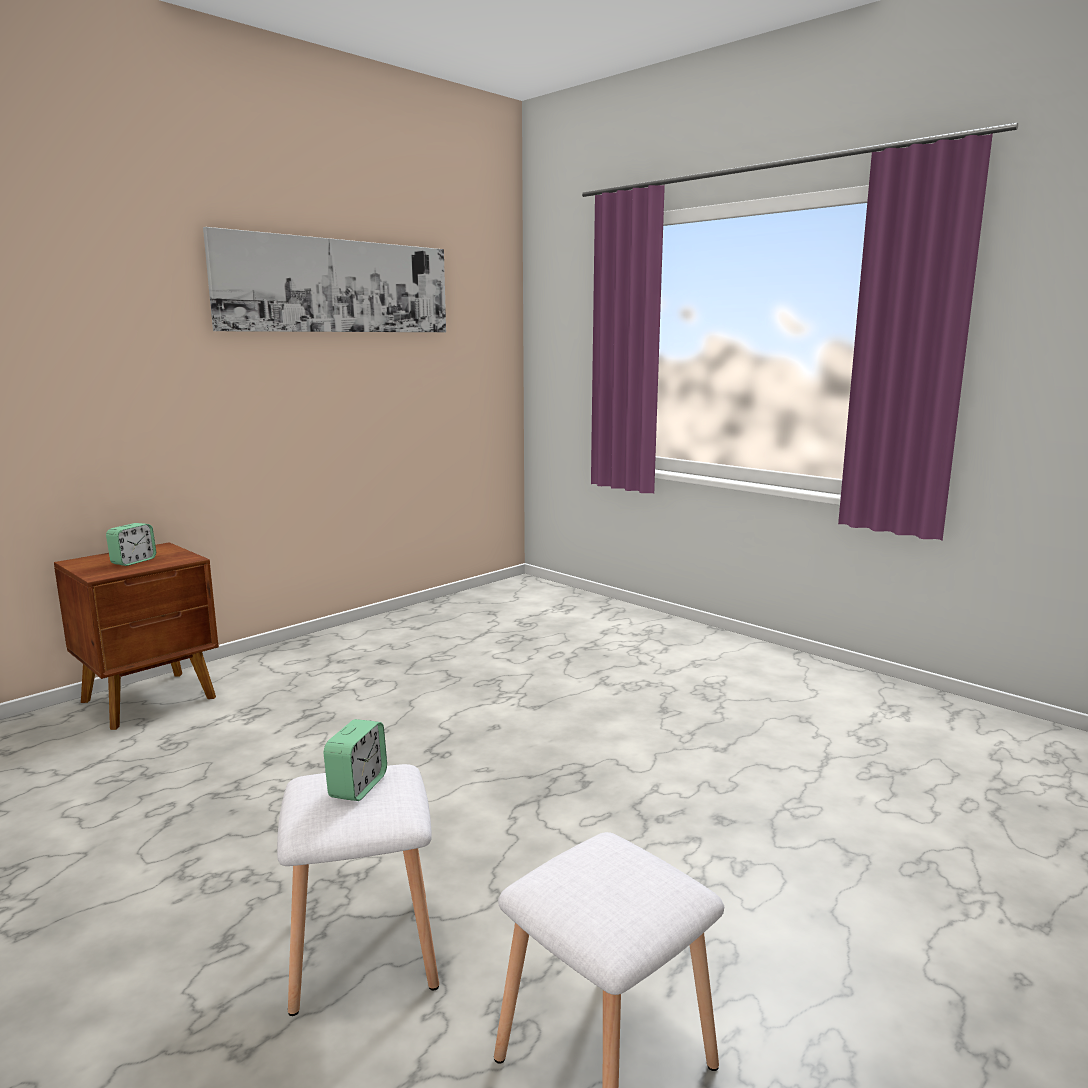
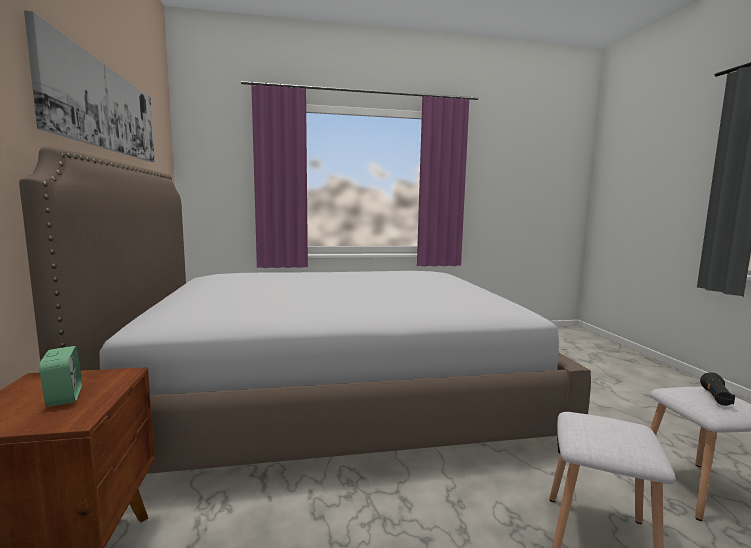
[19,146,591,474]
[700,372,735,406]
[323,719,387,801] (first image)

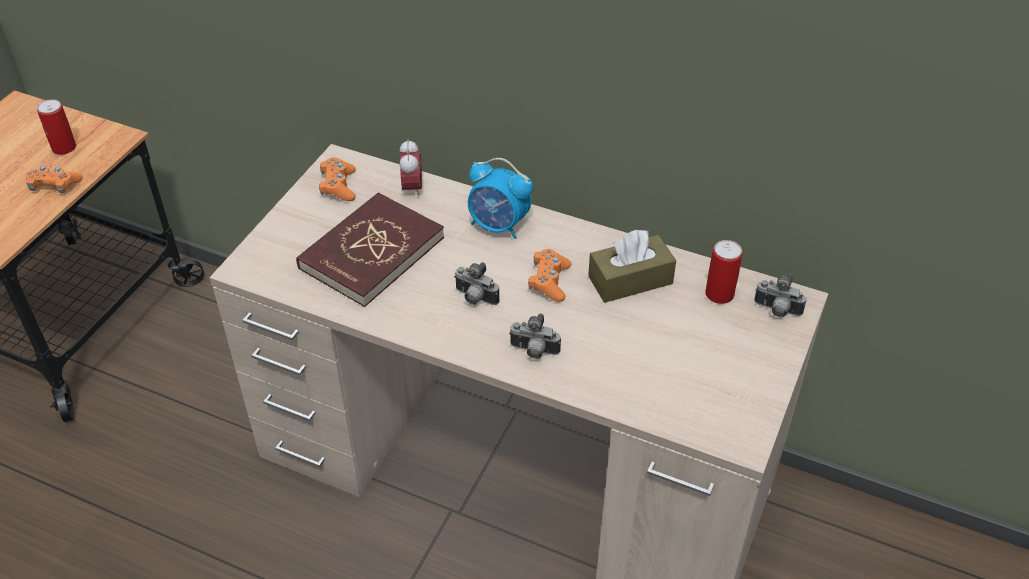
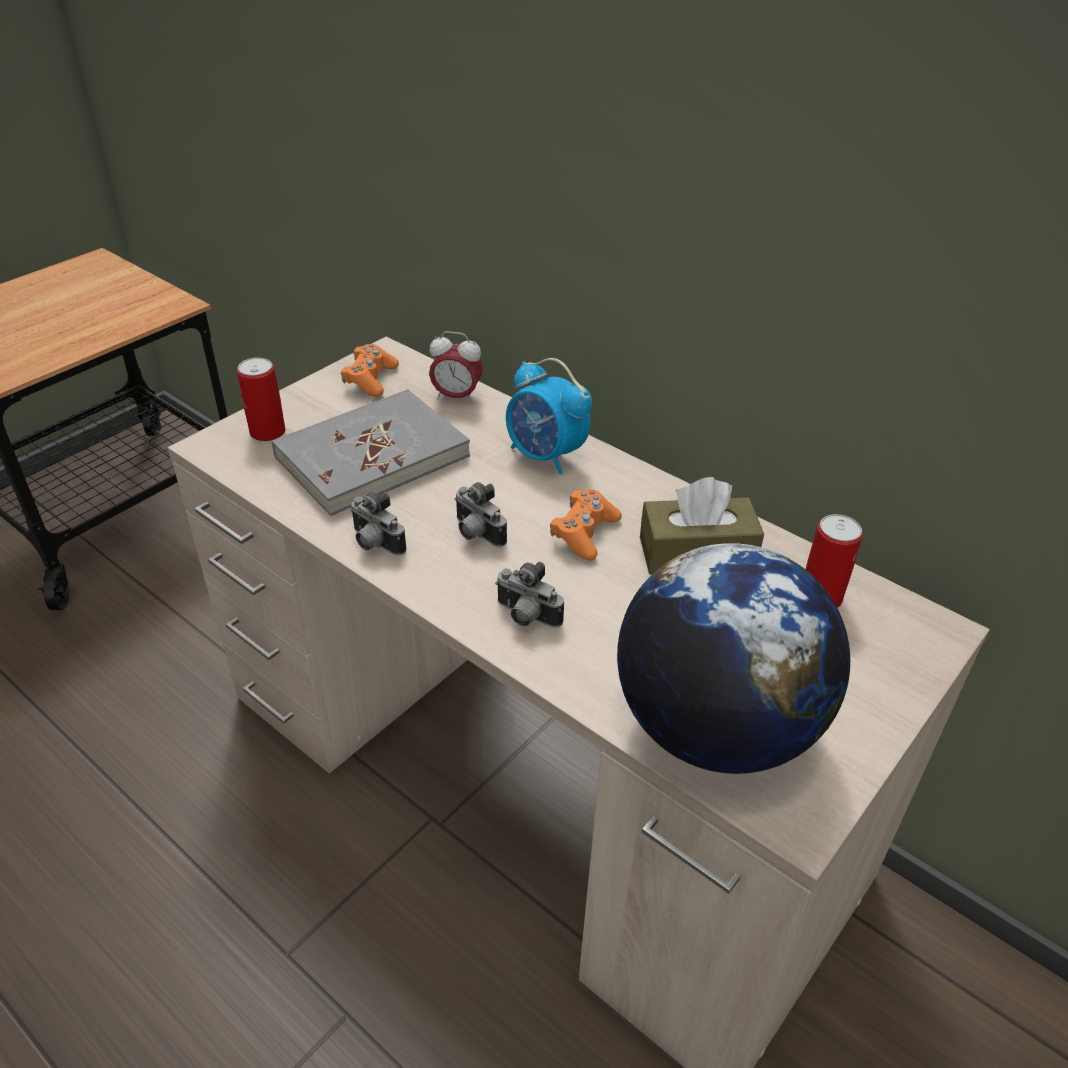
[237,357,285,441]
[272,389,470,516]
[350,491,406,555]
[429,331,483,404]
[617,543,850,774]
[26,166,83,193] (first image)

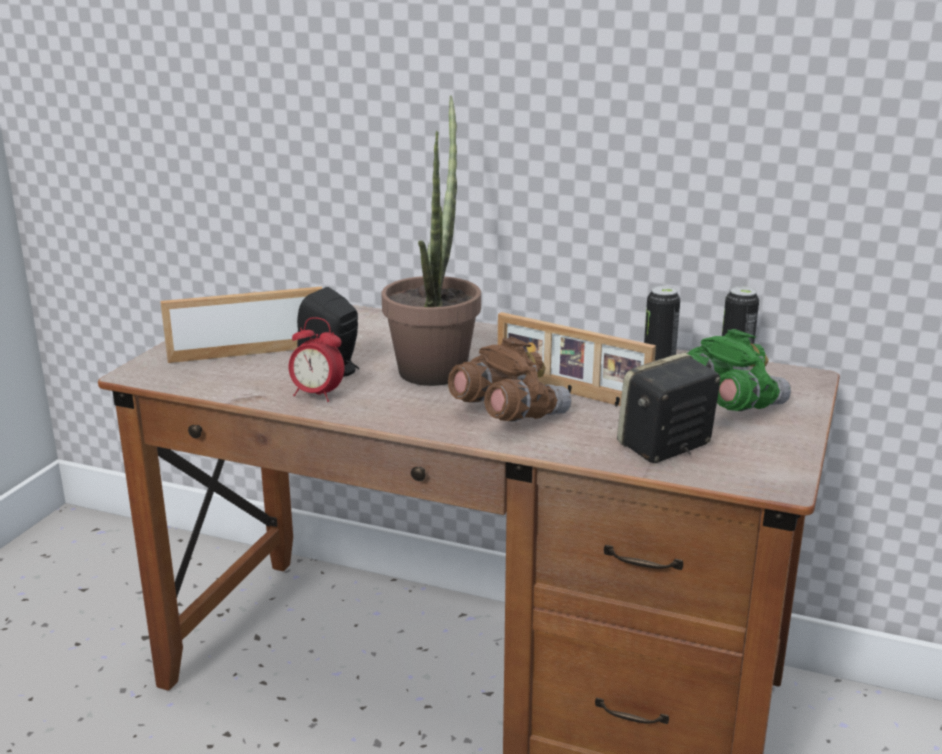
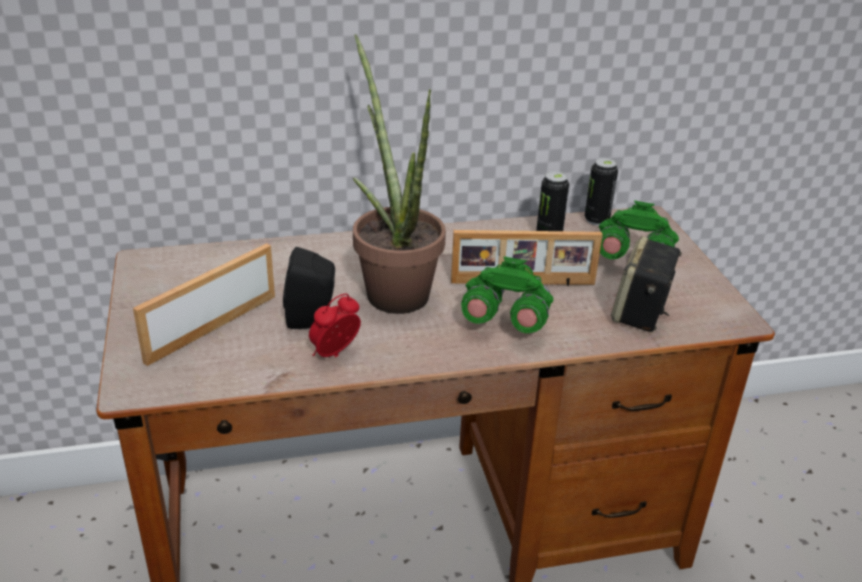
[309,294,361,357]
[461,256,553,333]

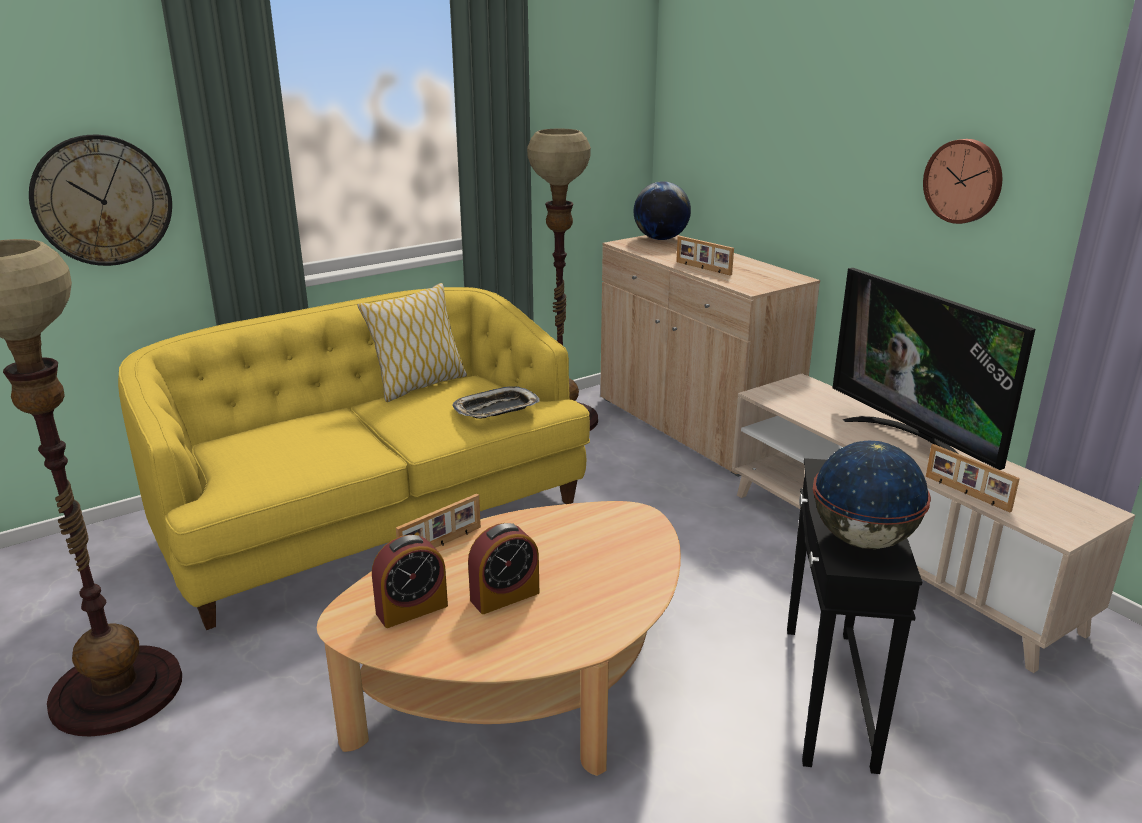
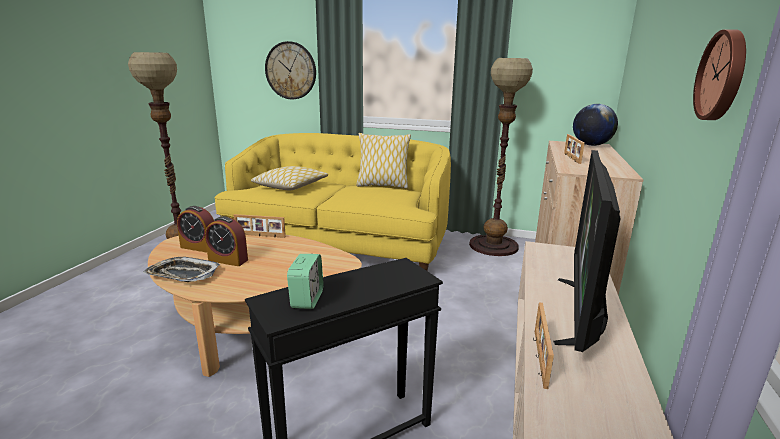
[143,257,220,282]
[251,166,328,190]
[287,254,324,309]

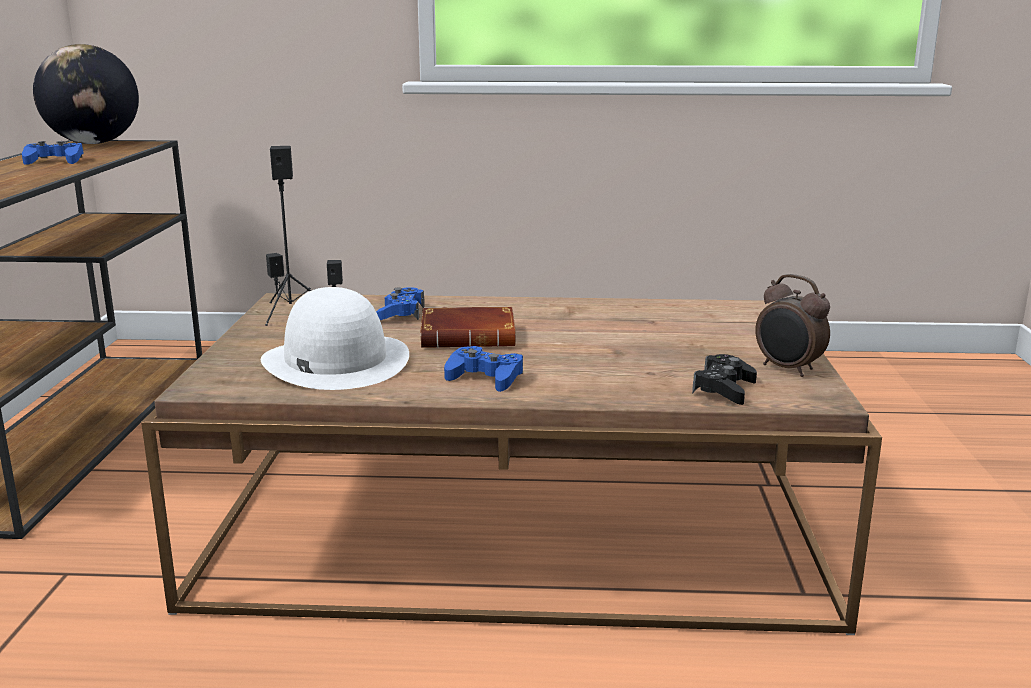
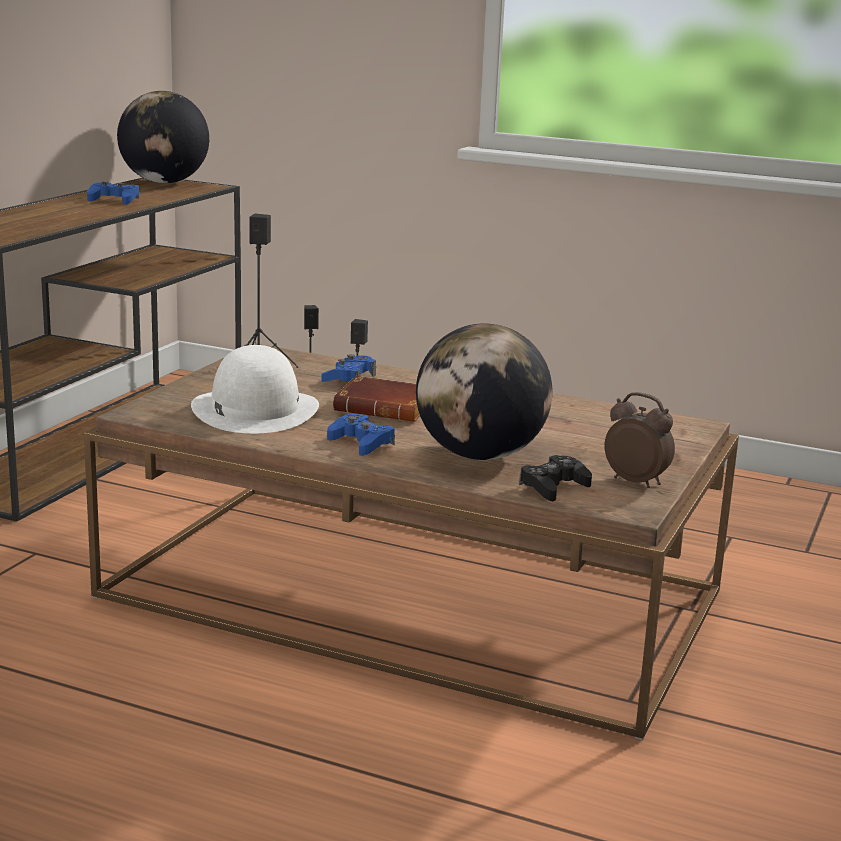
[416,323,553,460]
[604,392,675,488]

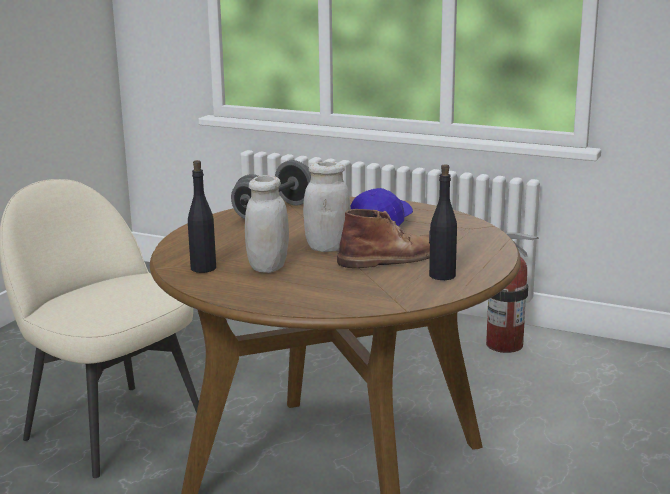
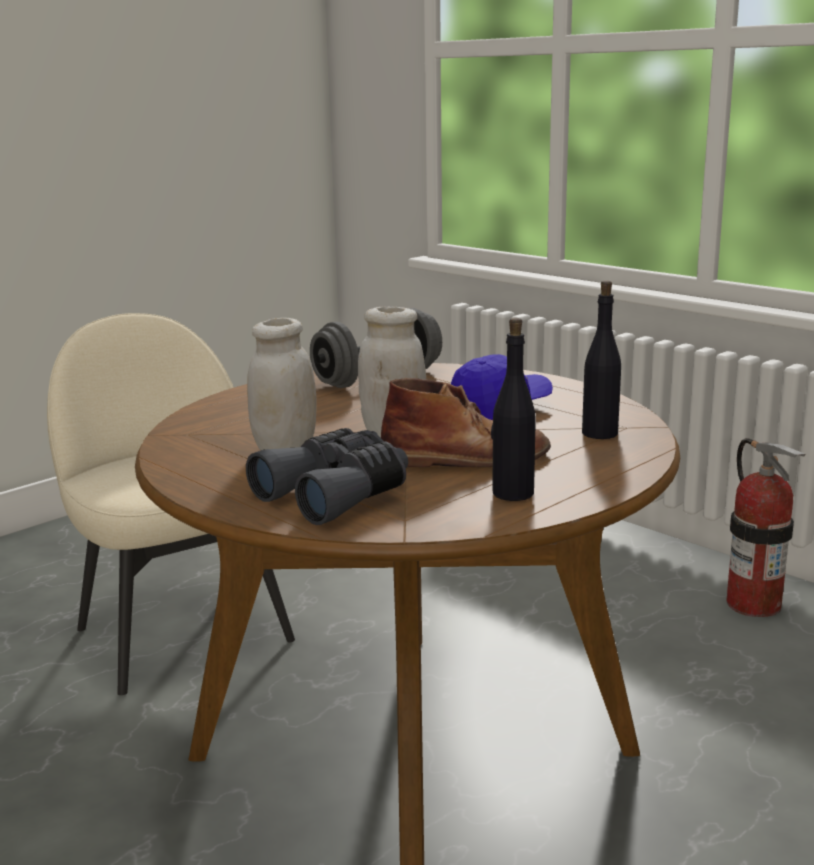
[246,428,408,525]
[582,280,621,439]

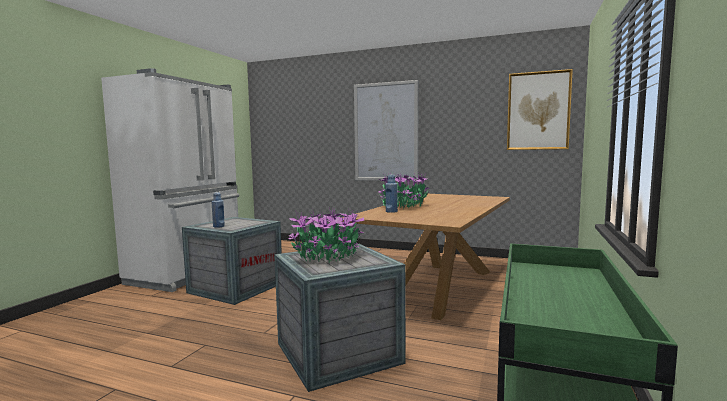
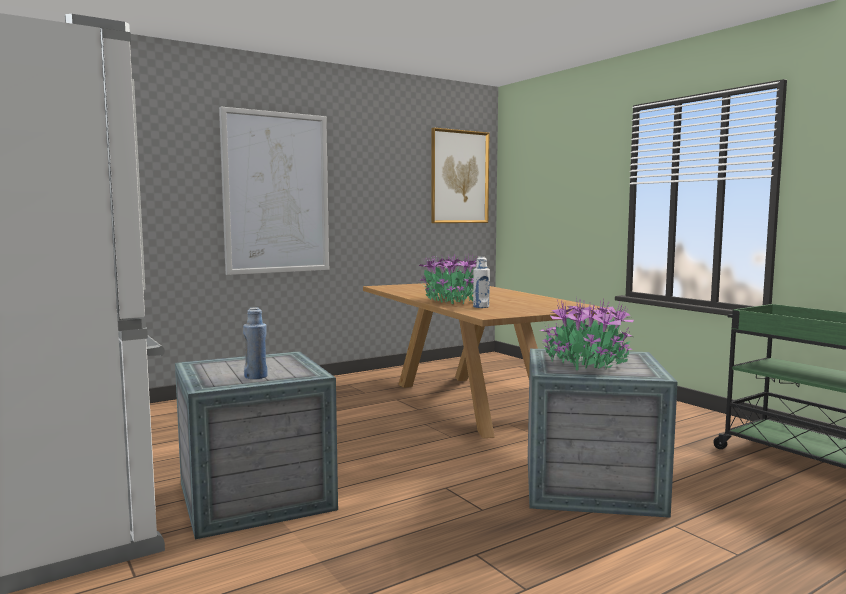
[473,257,490,308]

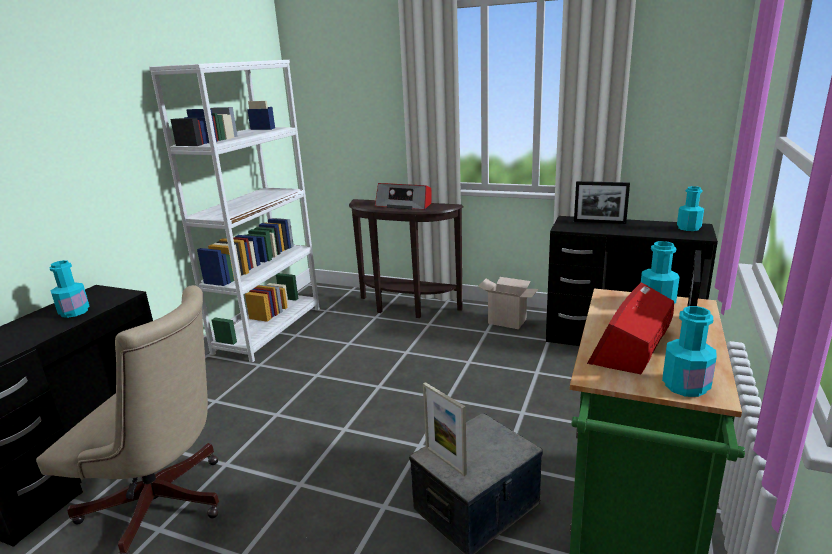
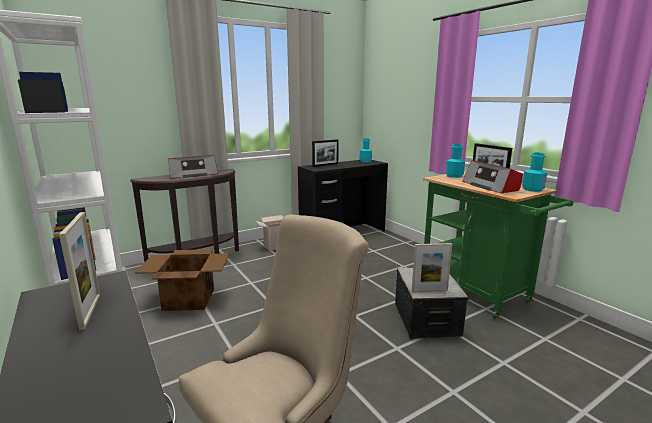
[59,212,100,330]
[135,249,229,311]

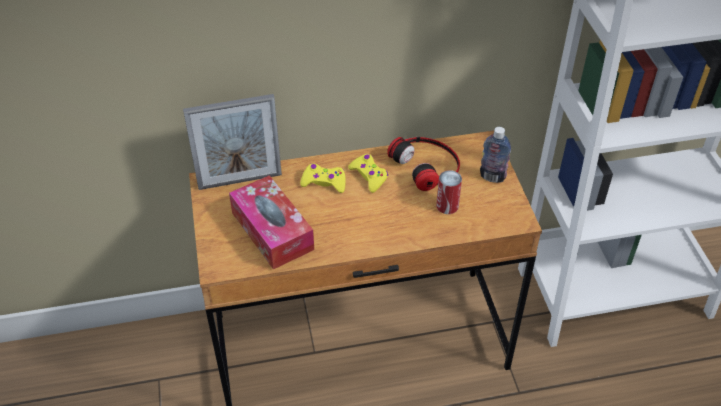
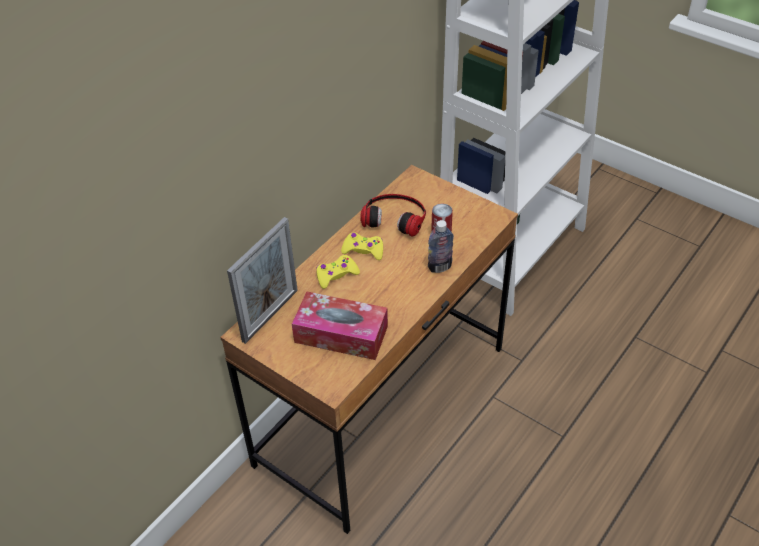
[428,220,454,273]

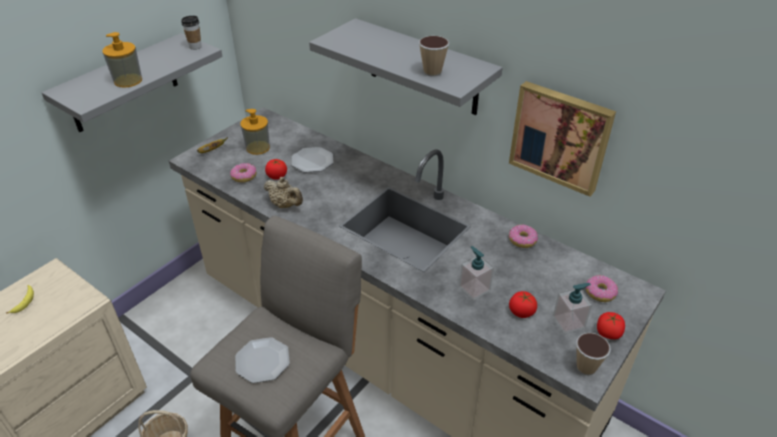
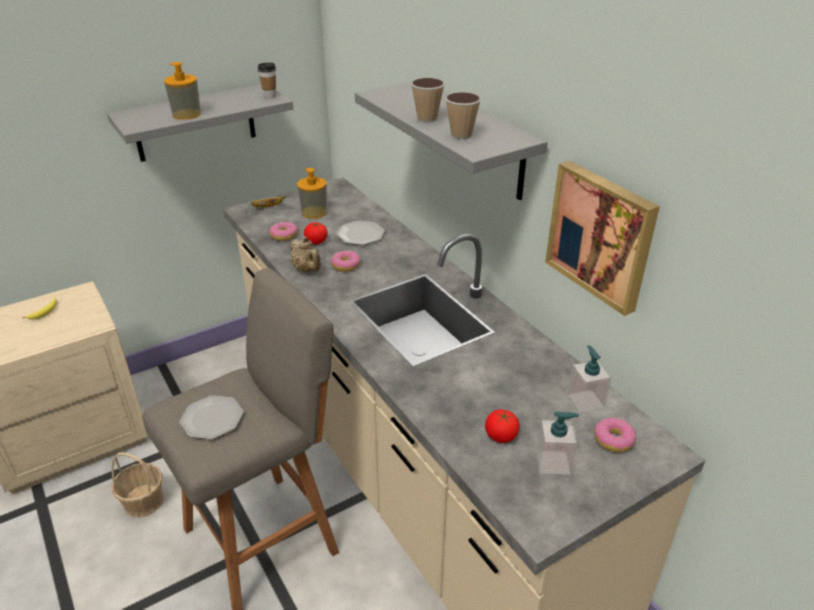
[331,250,360,272]
[411,78,445,122]
[567,345,612,413]
[597,312,625,339] (first image)

